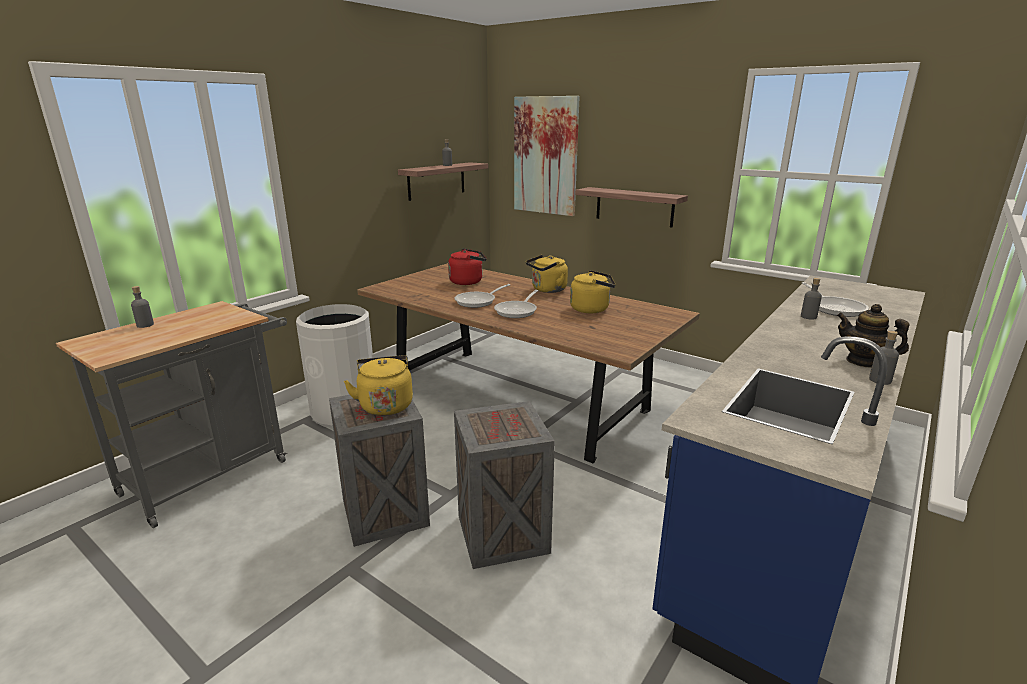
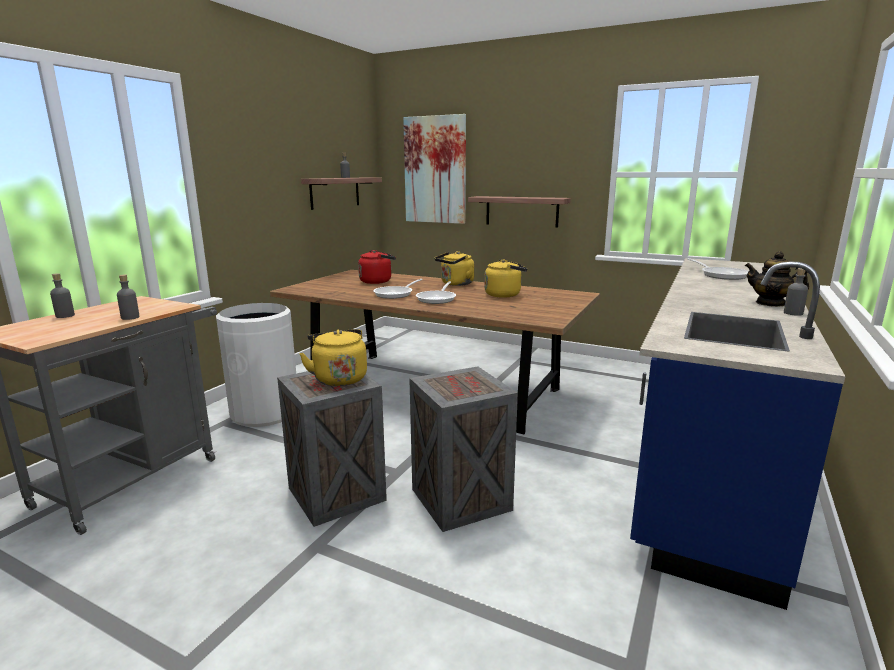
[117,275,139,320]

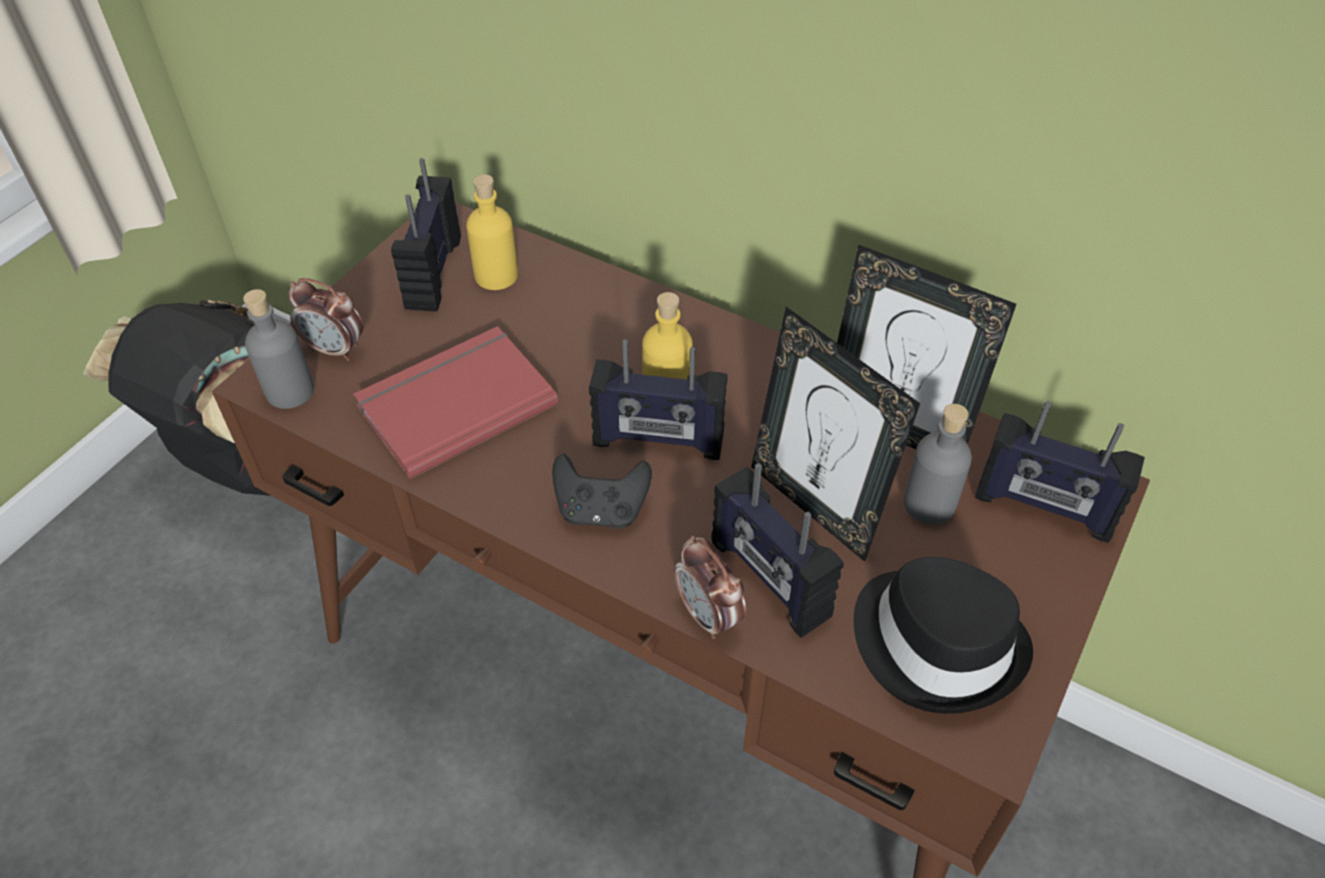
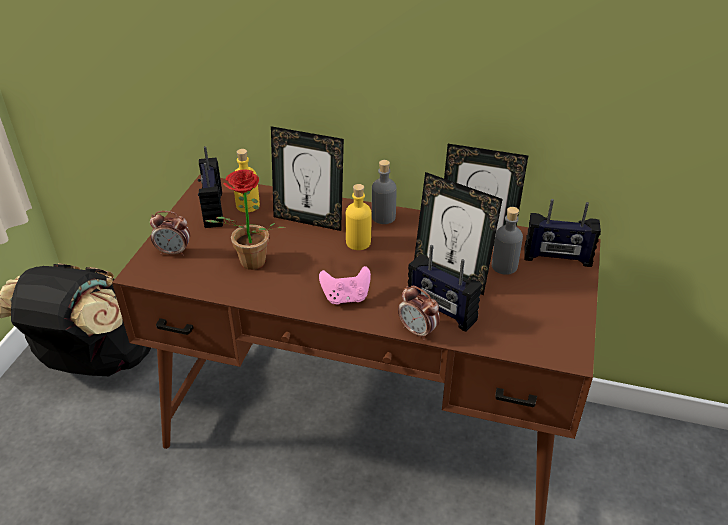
[205,169,286,270]
[271,126,344,231]
[319,266,371,304]
[372,160,397,224]
[589,340,727,460] (first image)
[854,557,1033,714] (first image)

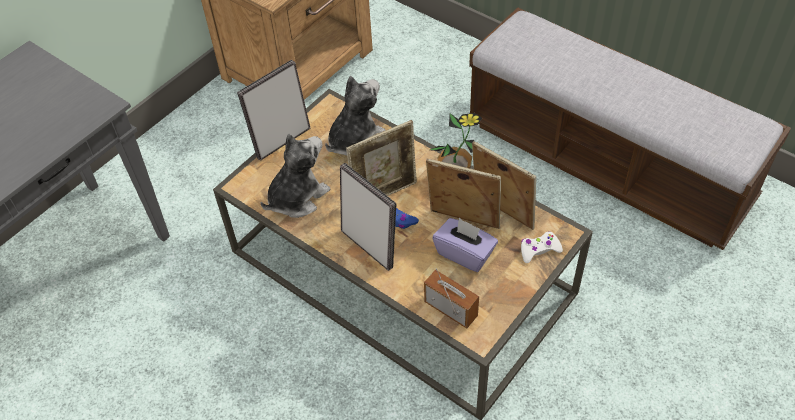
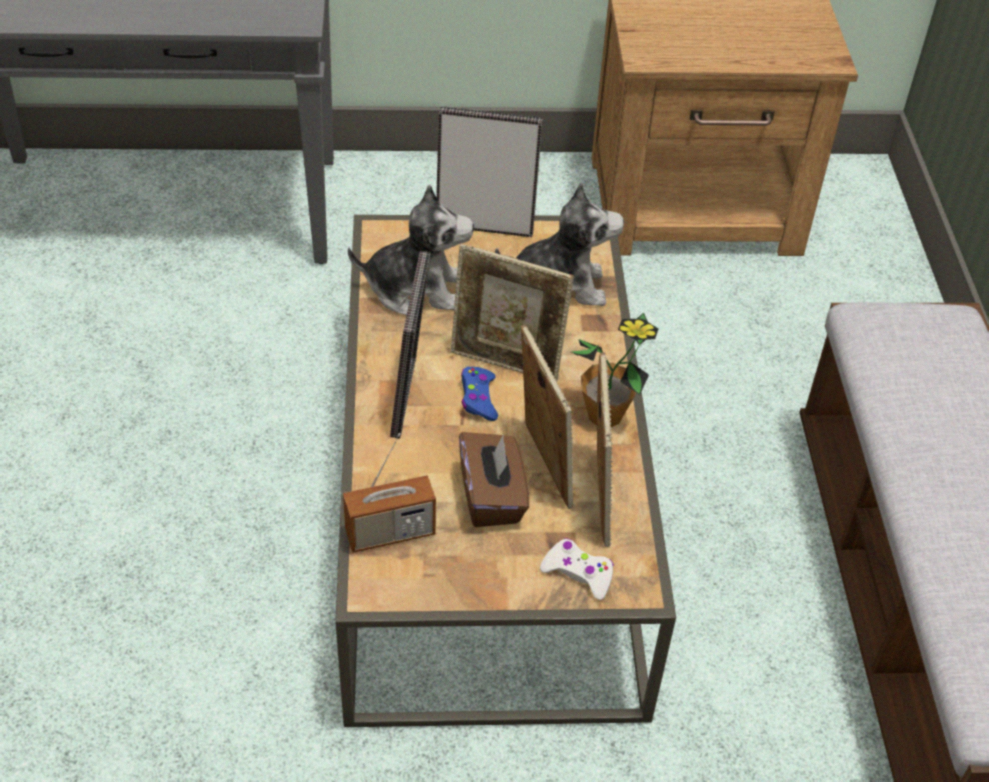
[343,433,436,553]
[459,432,529,527]

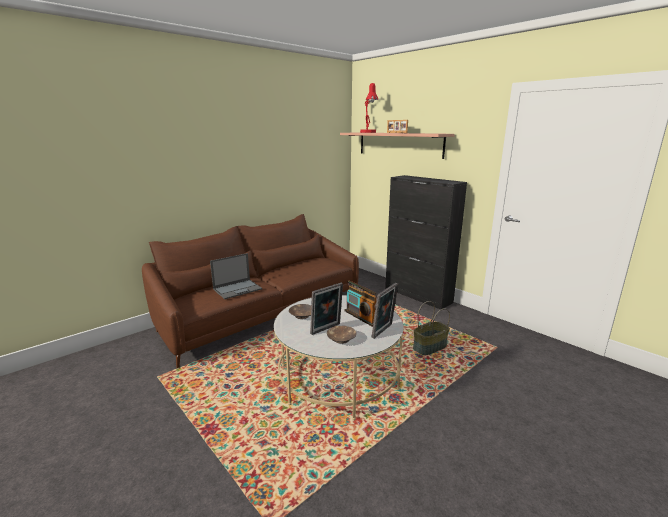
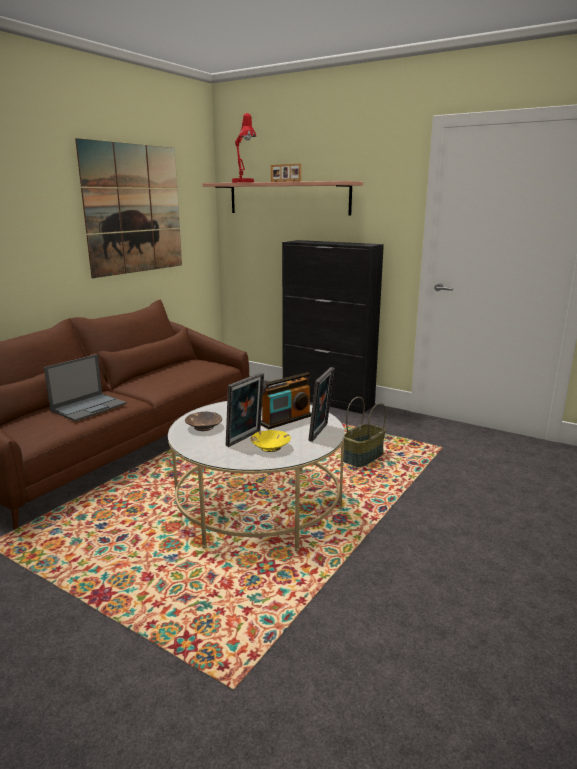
[75,138,182,278]
[251,430,291,452]
[261,372,312,429]

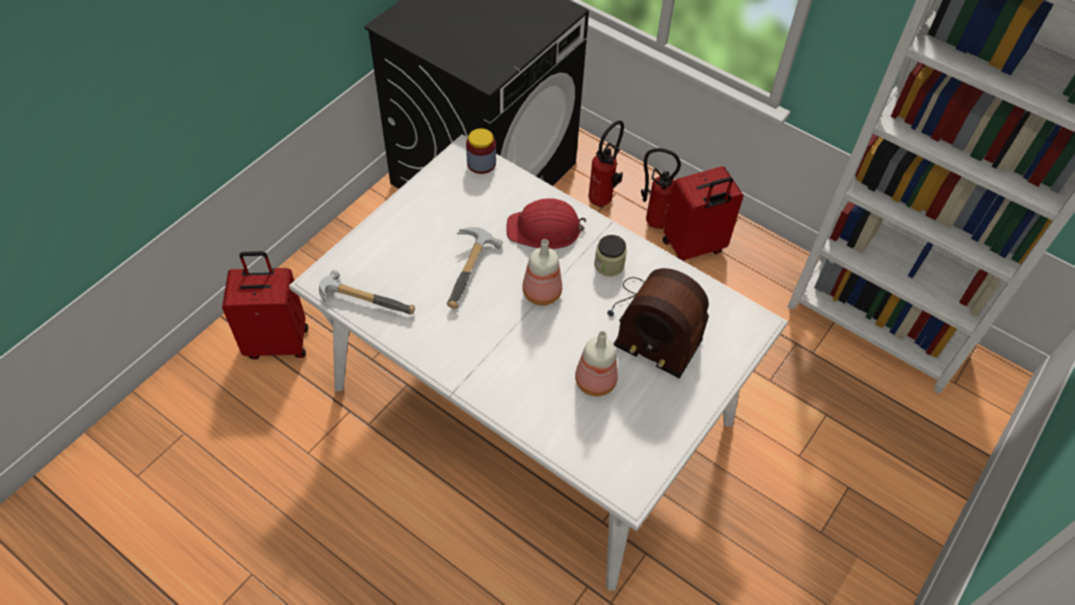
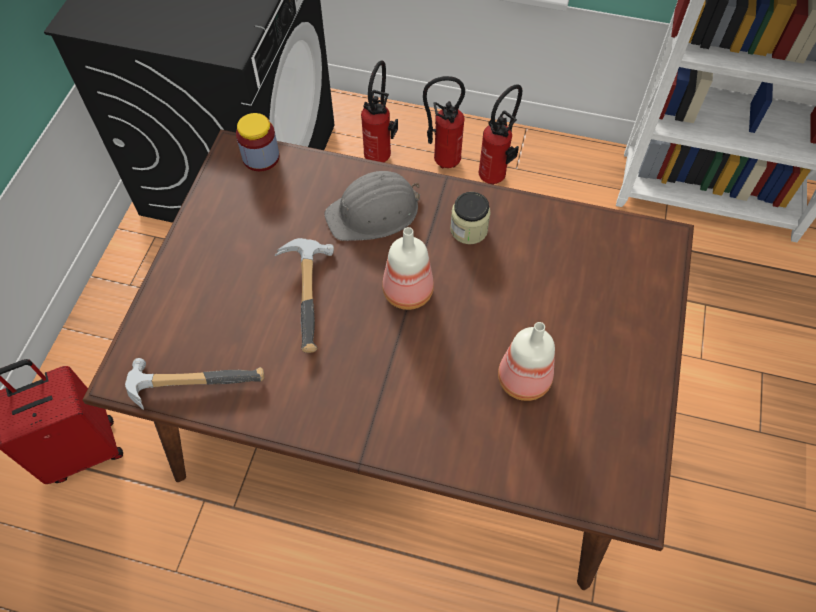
[82,130,694,590]
[324,171,420,241]
[479,84,522,185]
[607,268,709,379] (first image)

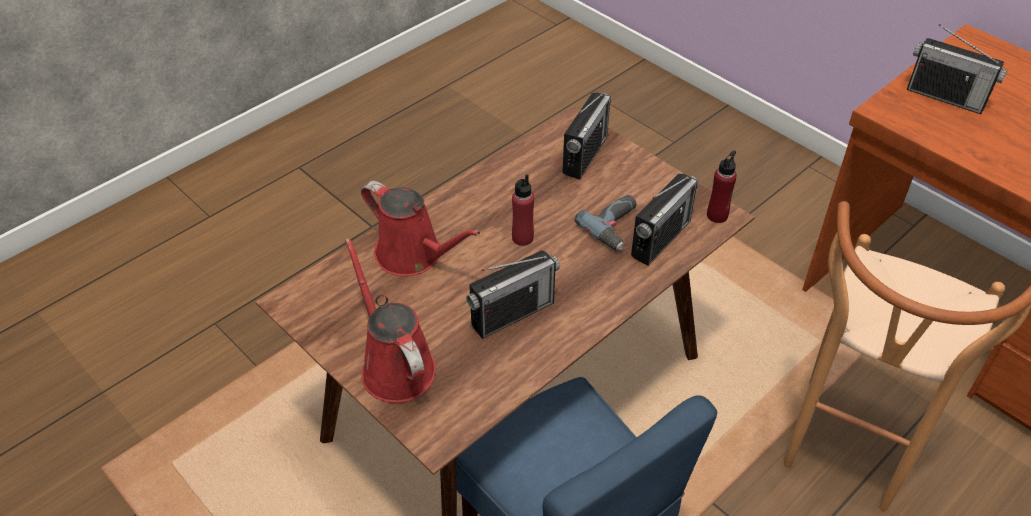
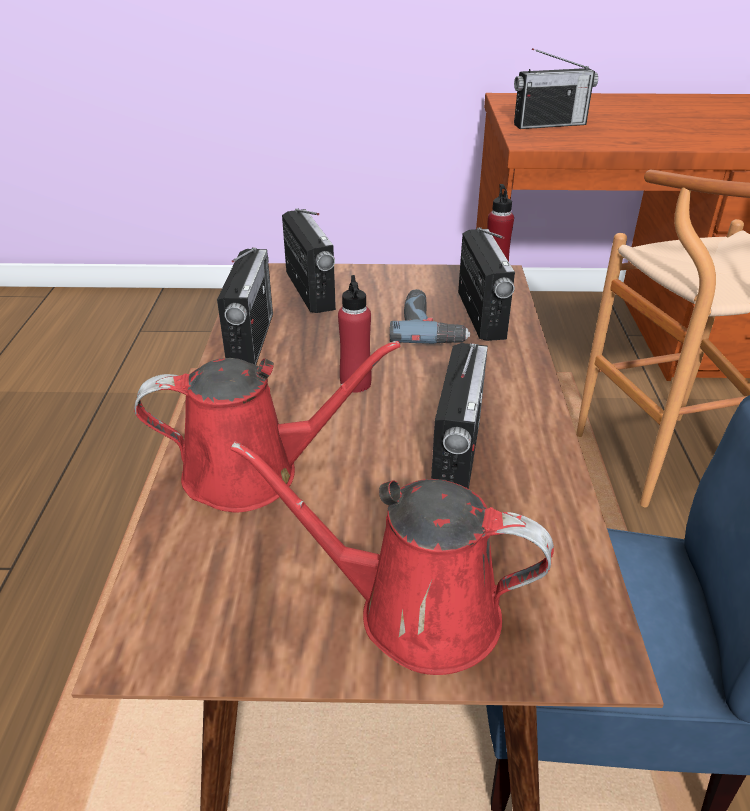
[217,247,273,365]

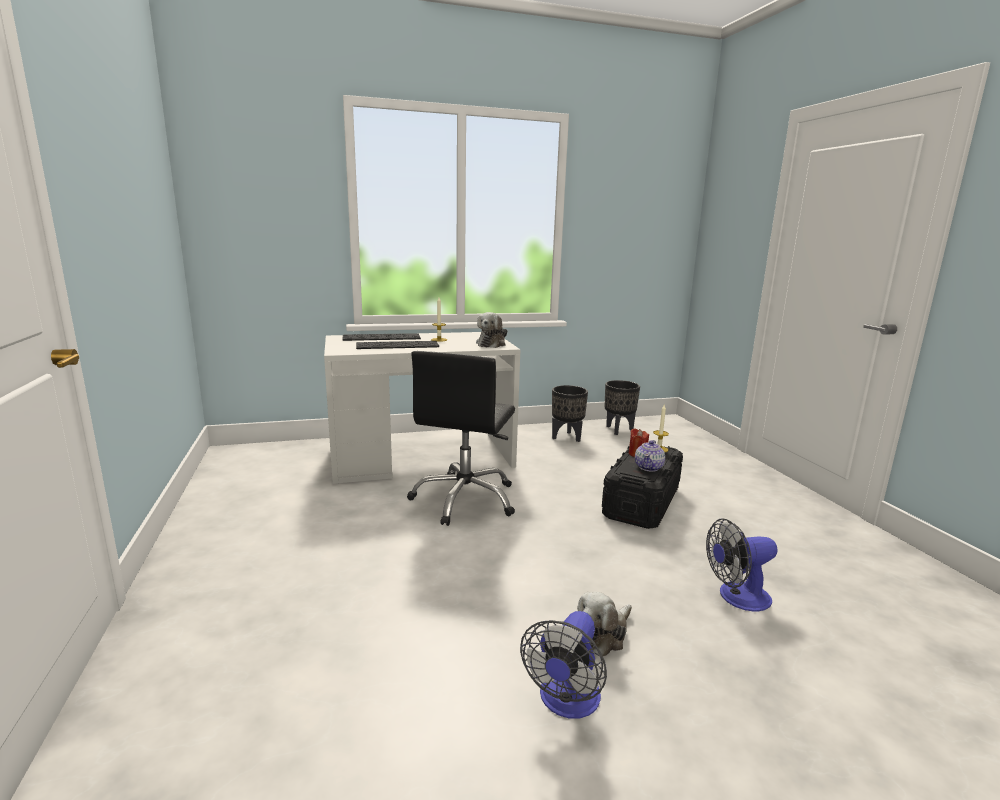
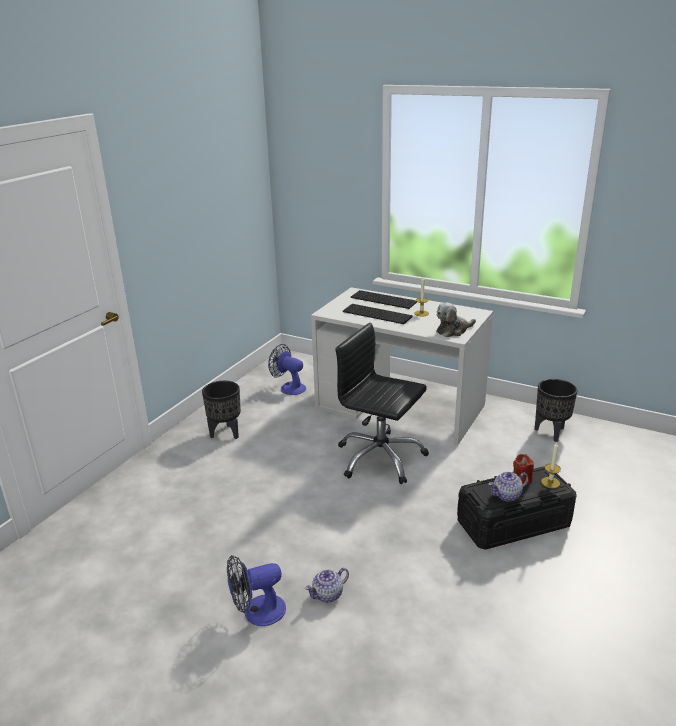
[202,381,241,439]
[268,344,306,395]
[305,568,349,603]
[335,322,429,484]

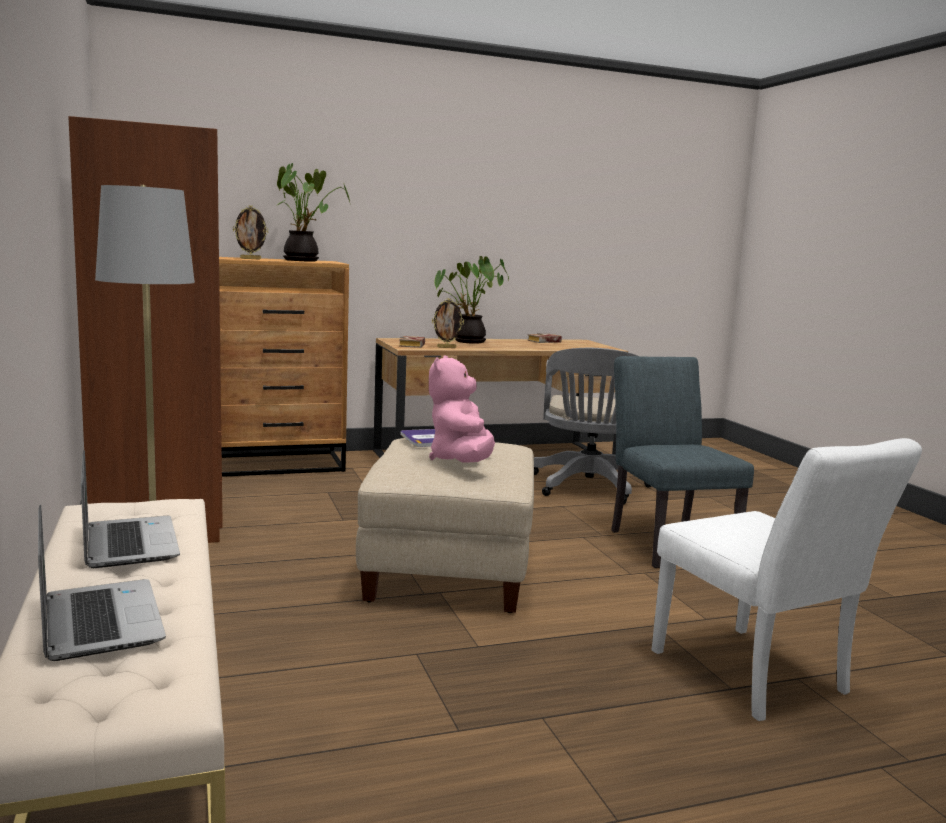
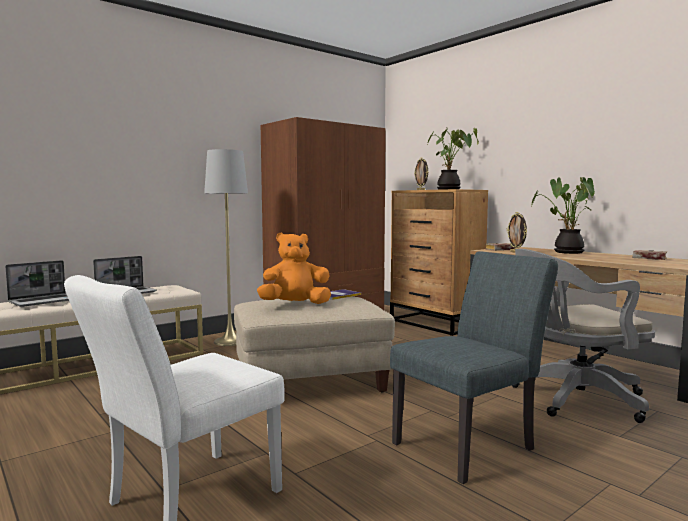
[257,232,331,304]

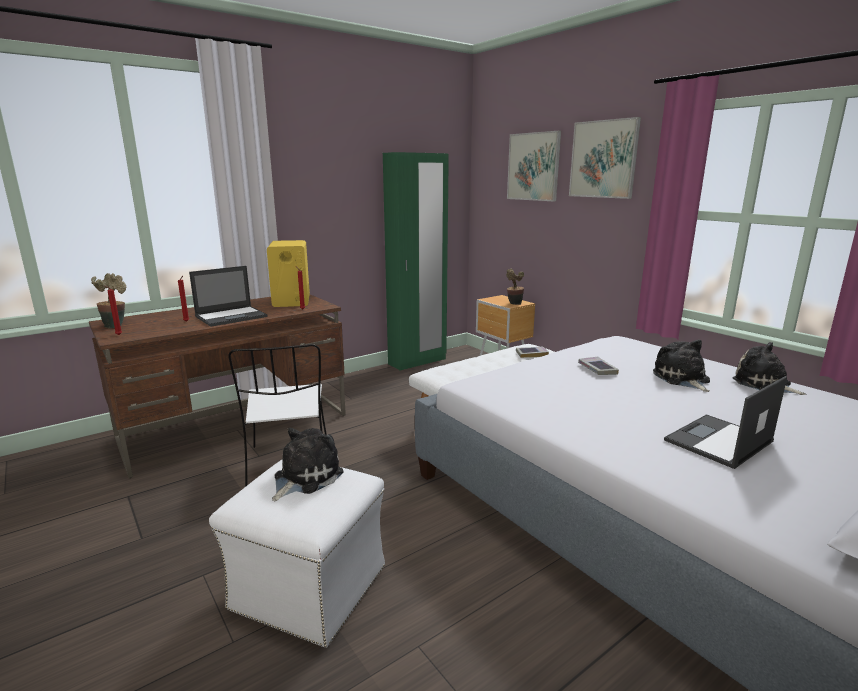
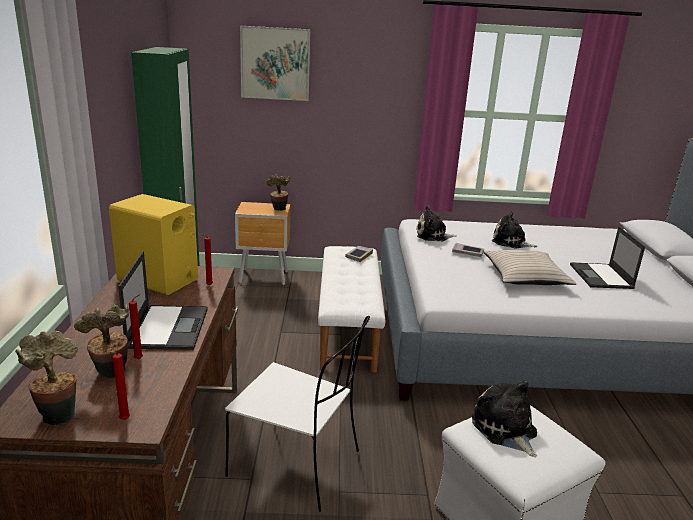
[74,304,129,378]
[416,205,457,241]
[483,250,576,285]
[569,117,641,199] (first image)

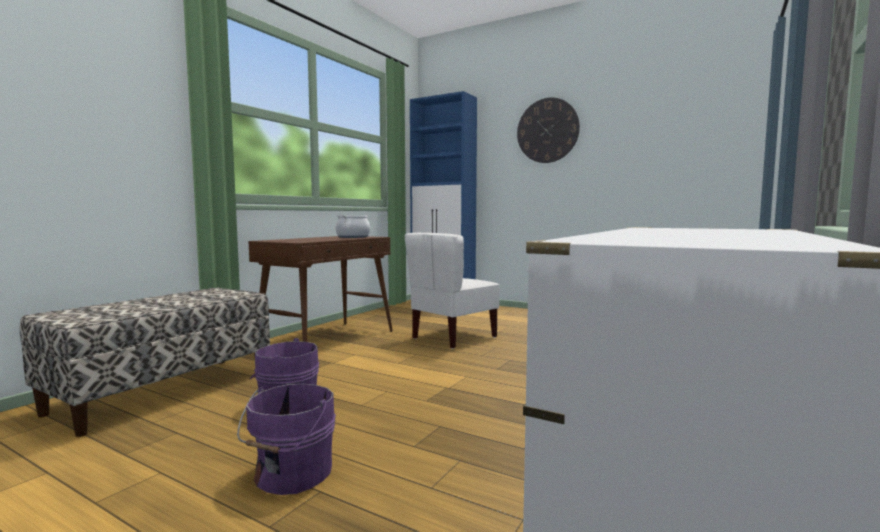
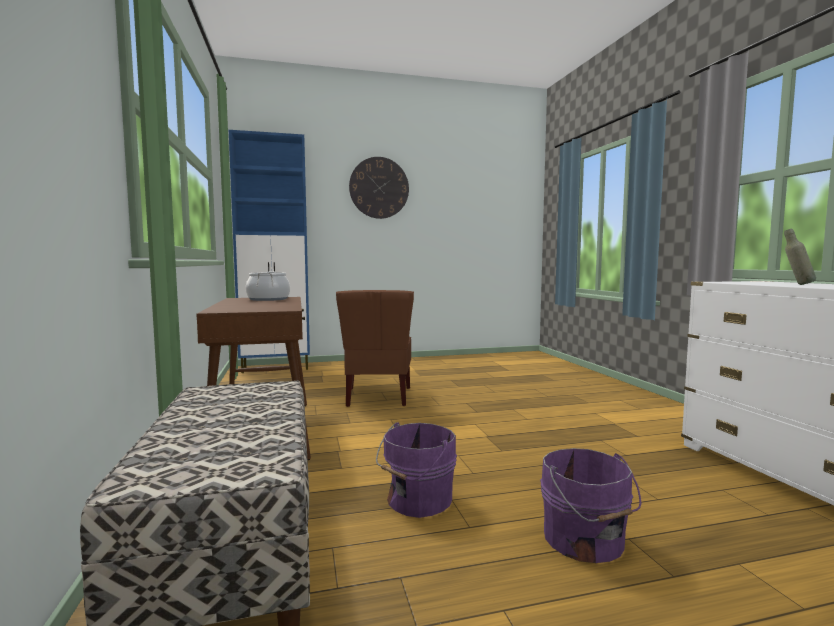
[336,290,414,407]
[784,228,816,285]

